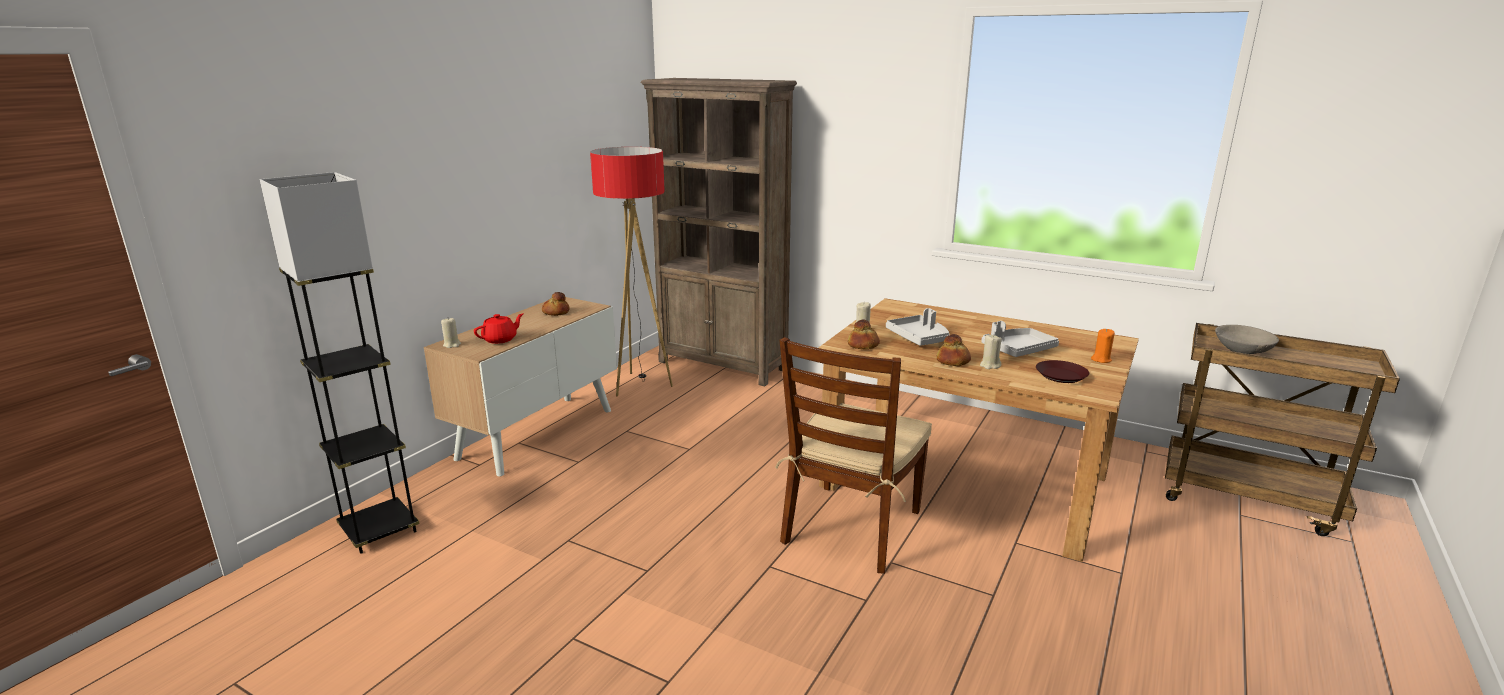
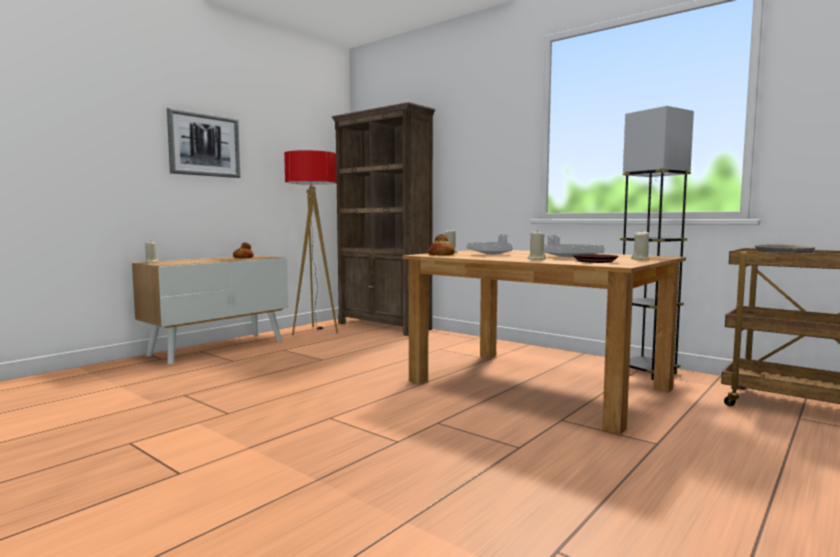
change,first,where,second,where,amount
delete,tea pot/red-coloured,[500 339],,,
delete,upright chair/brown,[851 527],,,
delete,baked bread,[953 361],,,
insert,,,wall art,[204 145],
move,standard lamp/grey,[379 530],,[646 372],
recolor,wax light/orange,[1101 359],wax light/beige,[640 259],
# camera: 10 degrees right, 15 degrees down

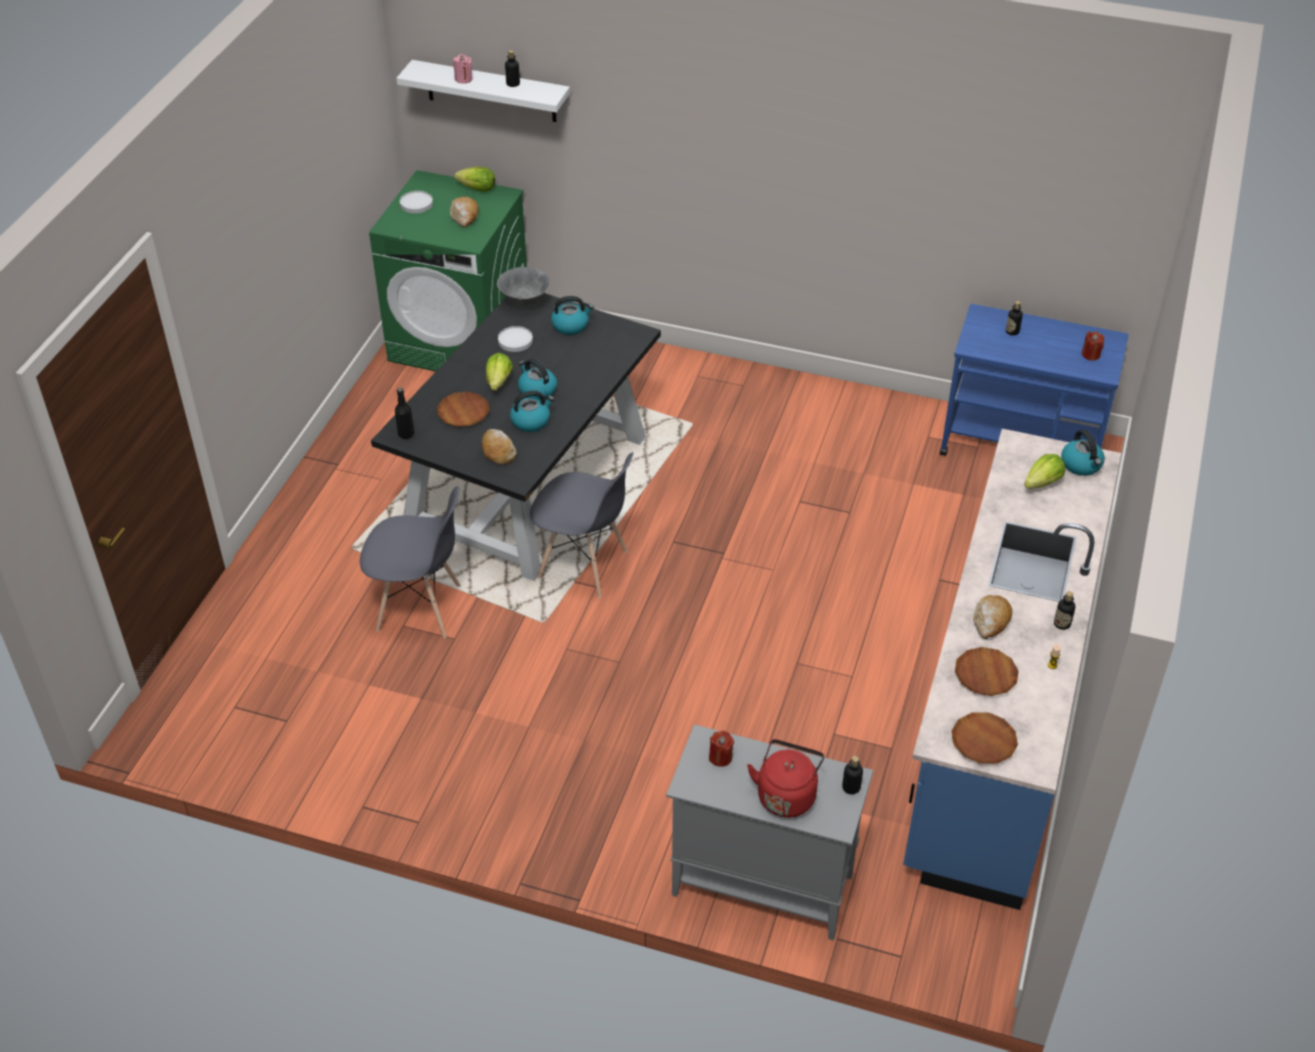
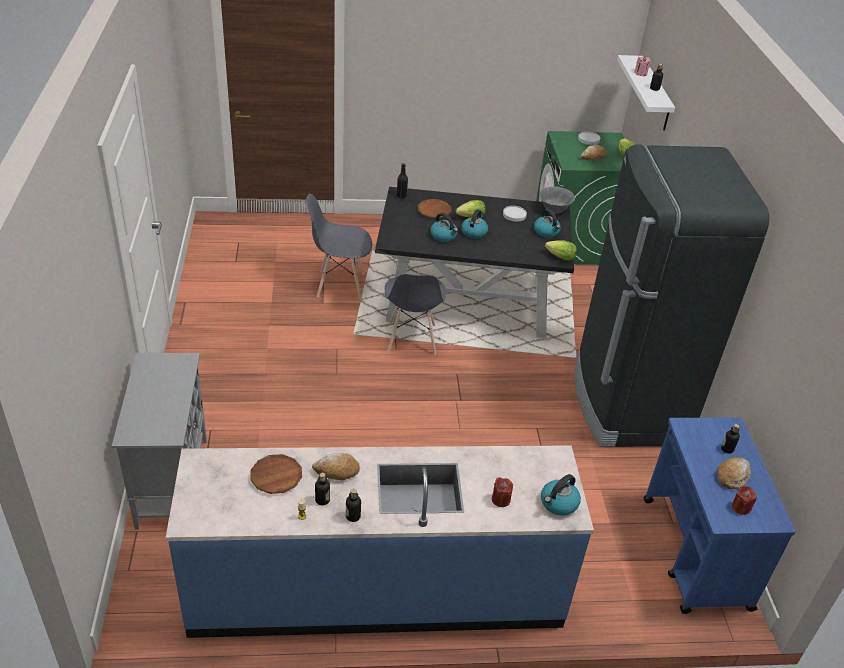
change,first,where,second,where,amount
delete,tea kettle/red-coloured,[786 794],,,
delete,flat dish/brown,[983 741],,,
insert,,,fridge/black,[627 404],
move,baked bread,[498 451],,[732 476],
move,wax light/red-coloured,[720 757],,[501 499],
move,drink bottle,[851 787],,[322 500],
move,lettuce,[1042 483],,[560 257],
rotate,upright chair/grey,[420 608],,[340 284],105 degrees clockwise
# camera: 65 degrees right, 5 degrees down

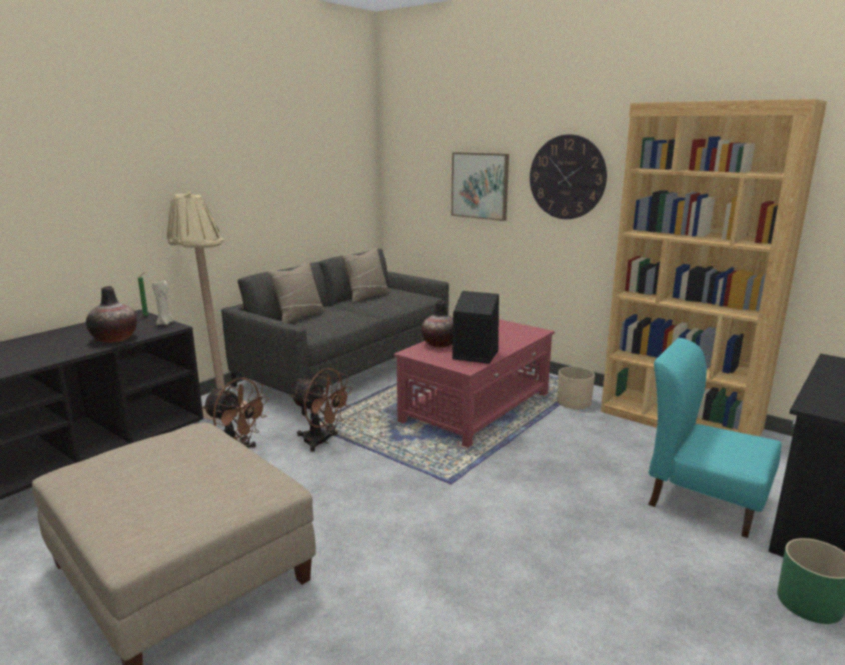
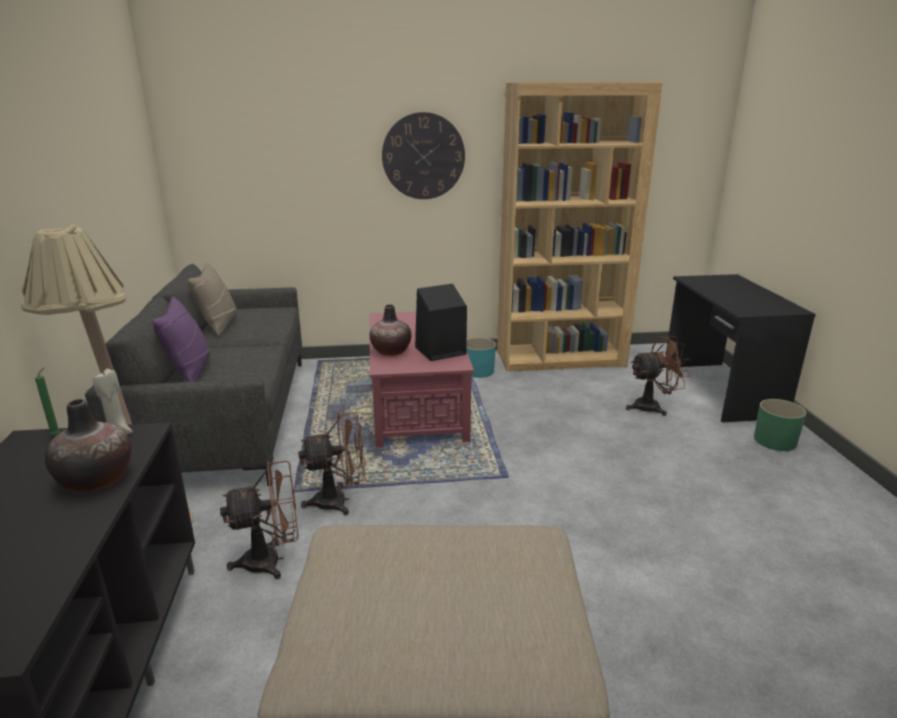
change,first,where,second,where,amount
delete,wall art,[480 185],,,
replace,upright chair/turquoise,[703 500],electric fan/brown,[653 407],
recolor,cushion/beige,[299 316],cushion/purplish,[190 370],
recolor,planter/beige,[574 402],planter/turquoise,[478 371],
# camera: 45 degrees left, 5 degrees up

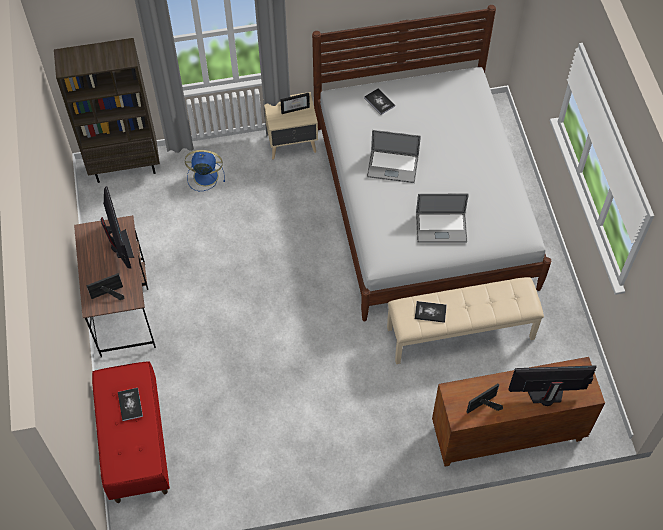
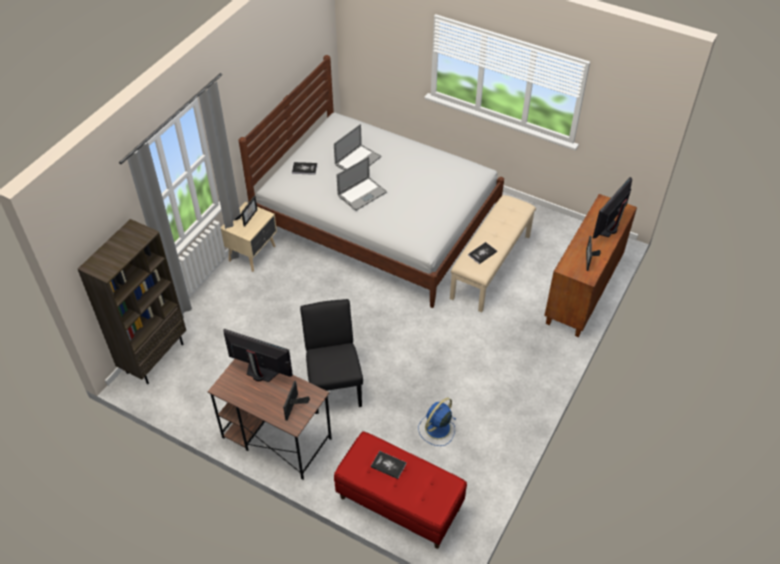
change,first,where,second,where,amount
insert,,,upright chair/black,[334 384],
move,electric fan/blue-coloured,[204 176],,[437 429],
move,laptop,[441 227],,[358 161],
# camera: 50 degrees left, 10 degrees down

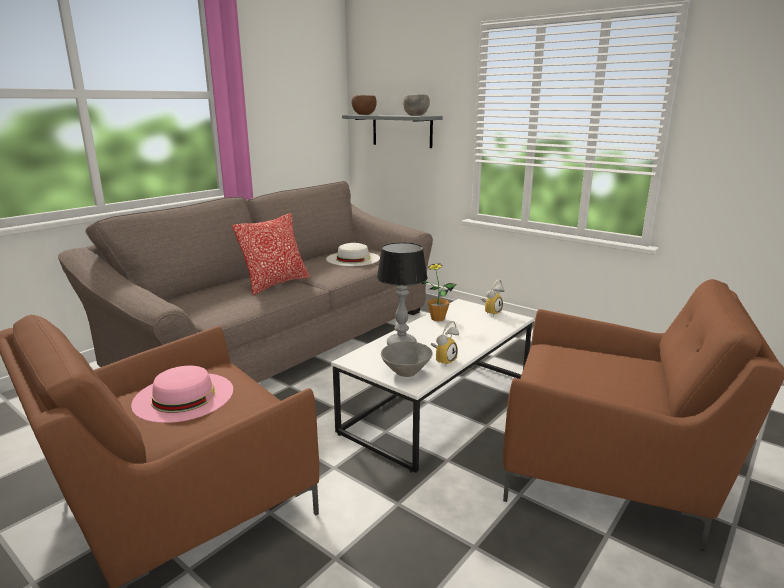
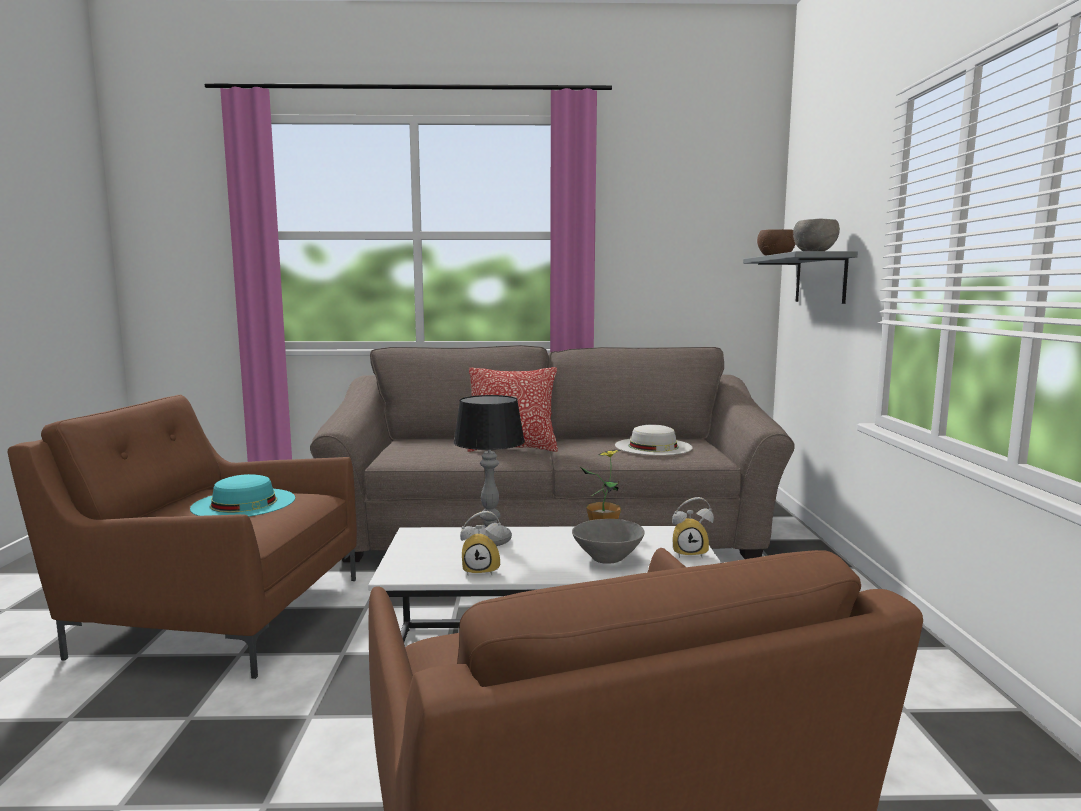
change,first,where,second,where,amount
move,deep dish/grey,[405 372],,[606 558],
recolor,wearable hat/pink,[184 396],wearable hat/turquoise,[244 503],
# camera: 50 degrees right, 10 degrees down

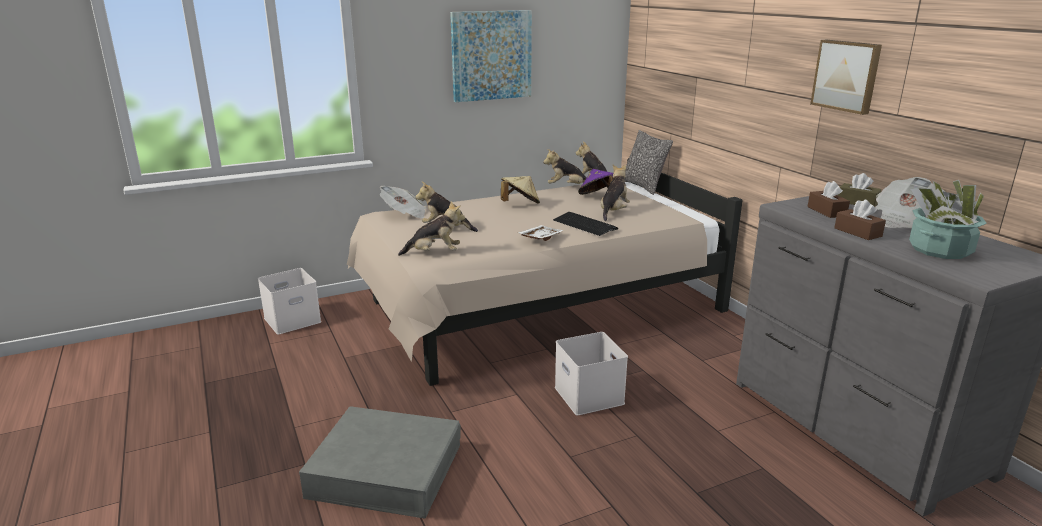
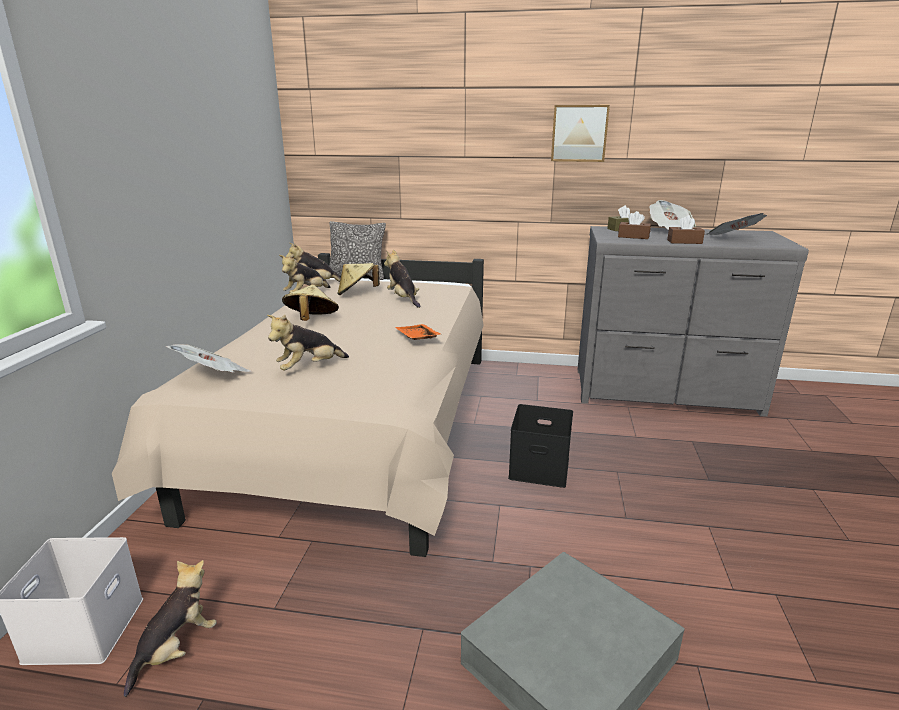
change,first,where,second,where,amount
delete,wall art,[491 55],,,
delete,PC keyboard,[584 225],,,
move,plush toy,[434 253],,[177 649],
replace,houseplant,[939 250],newspaper,[732 239],
recolor,tray/white-coloured,[540 238],tray/orange,[416 338],
recolor,storage bin/white-coloured,[587 395],storage bin/black,[538 468],
recolor,wearable hat/purplish,[598 197],wearable hat/beige,[357 293],
# camera: 55 degrees left, 0 degrees up

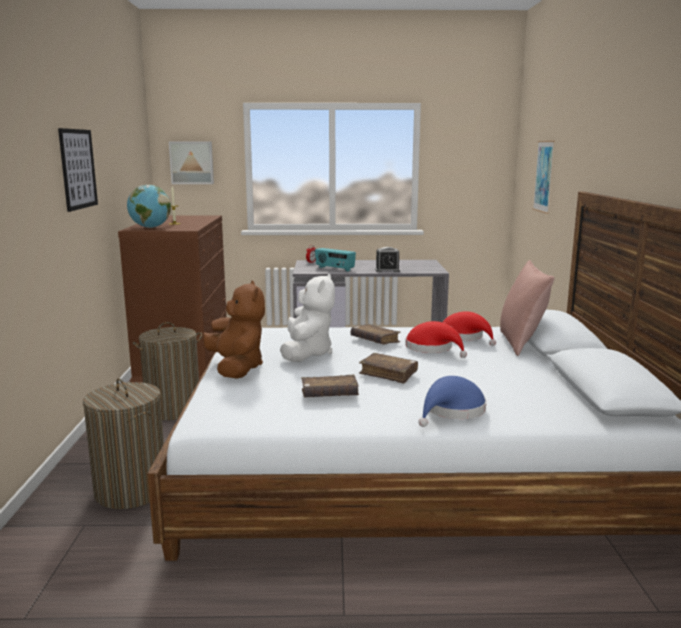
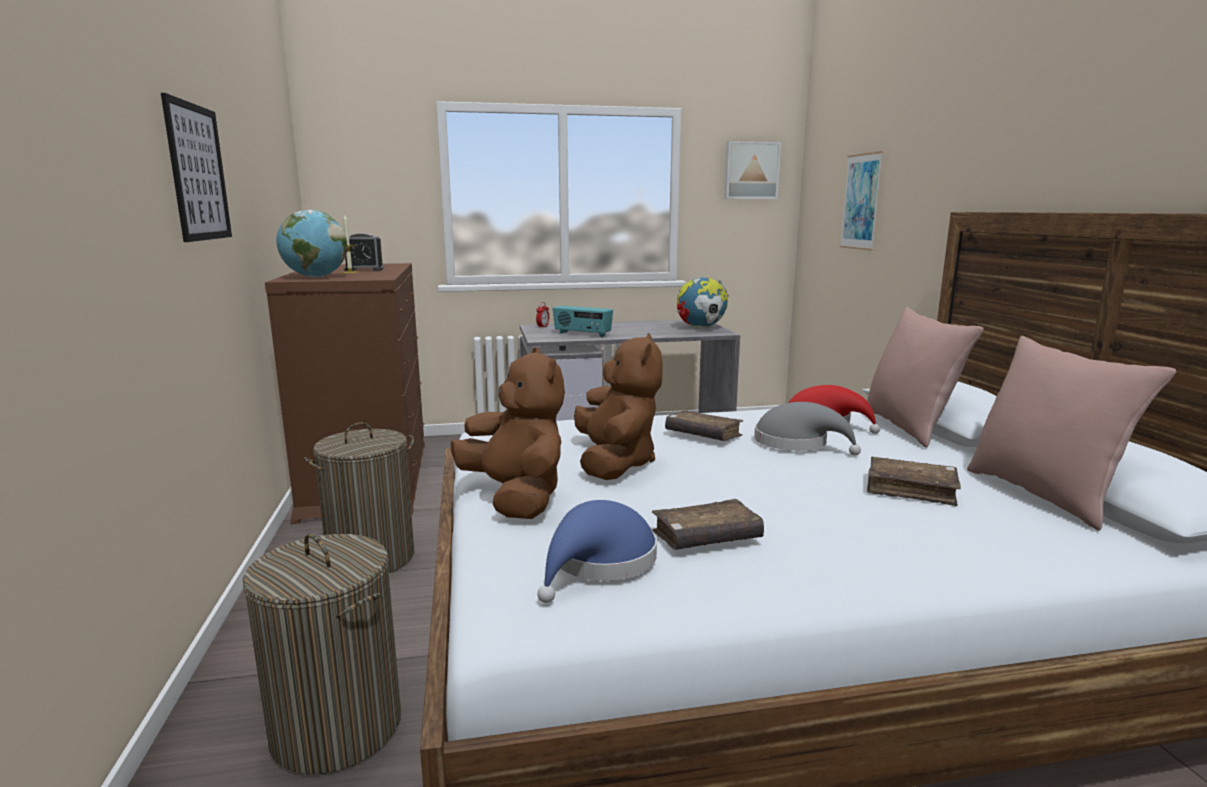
change,first,where,second,where,amount
insert,,,world globe,[701 328],
insert,,,cushion/pink,[1044 495],
move,wall art,[192 162],,[751 170],
move,book/brown,[388 374],,[910 490],
move,alarm clock,[387 270],,[364 269],
move,wearable hat/blue-coloured,[452 411],,[599 562],
recolor,plush toy/white-coloured,[307 353],plush toy/brown,[615 463],
recolor,wearable hat/red-coloured,[432 348],wearable hat/grey,[797 443],
# camera: 10 degrees left, 0 degrees up

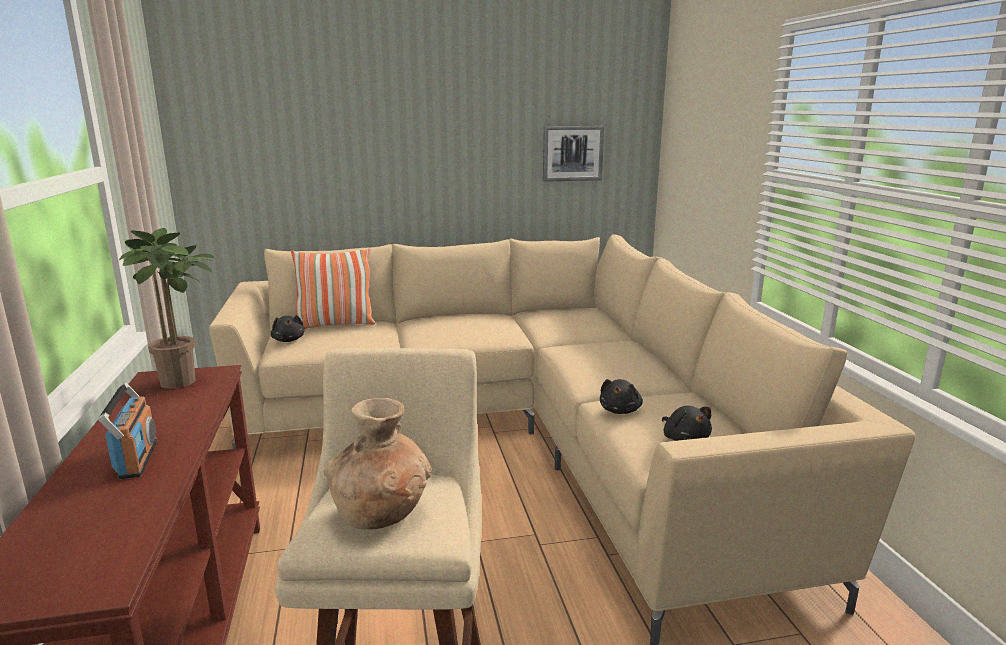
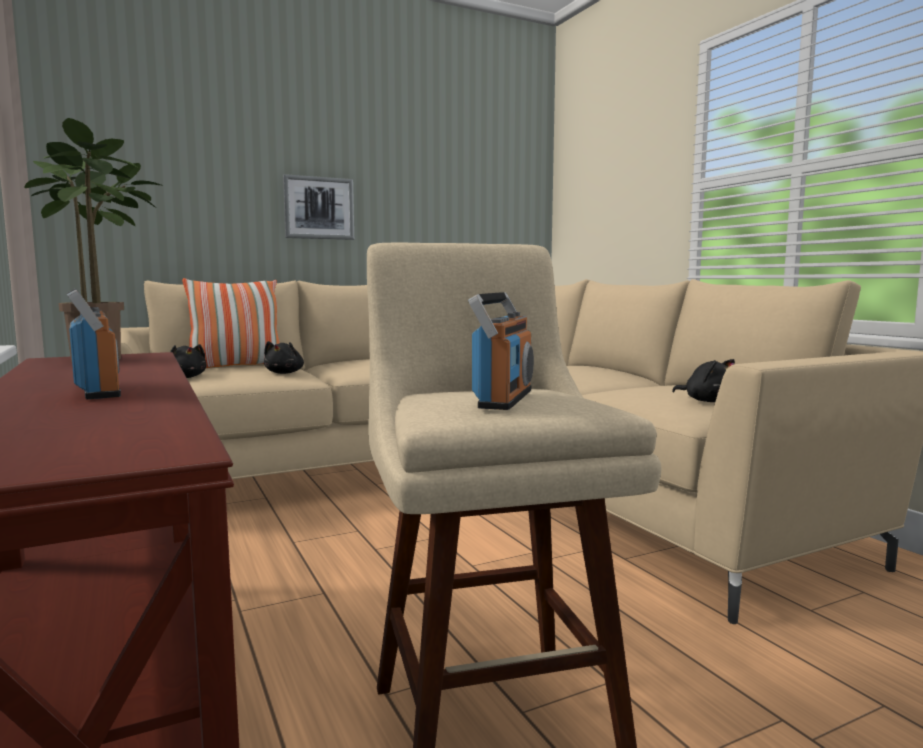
change,first,where,second,where,amount
move,wall art,[572 153],,[318 208],
move,plush toy/black,[620 410],,[285 373],
replace,vase/brown,[382 512],radio receiver,[504 399],
# camera: 15 degrees left, 10 degrees down

